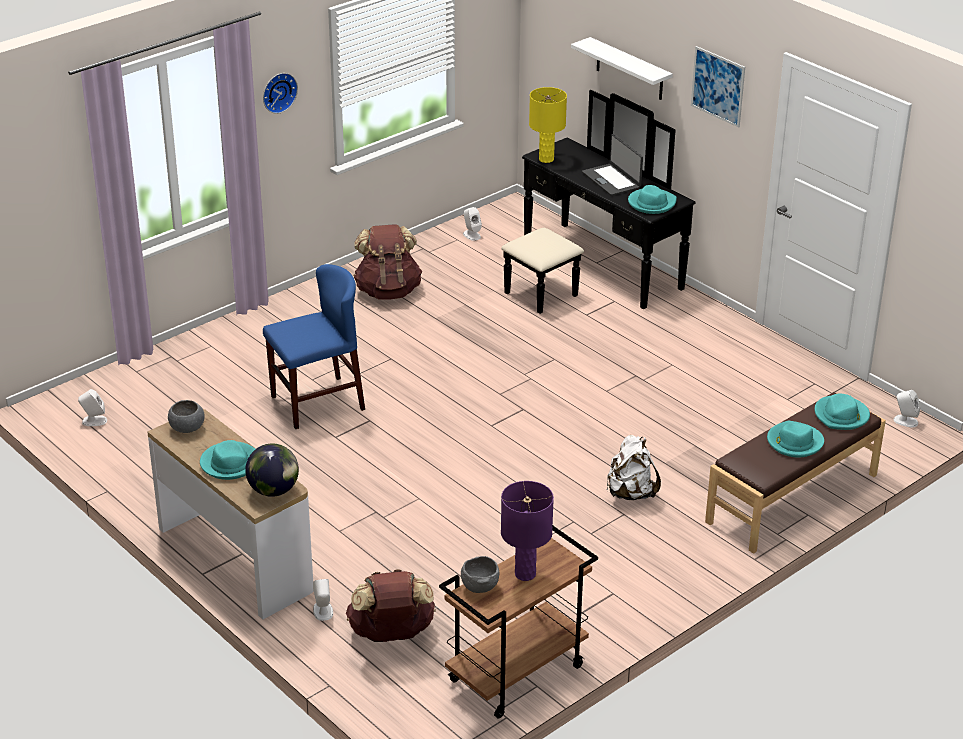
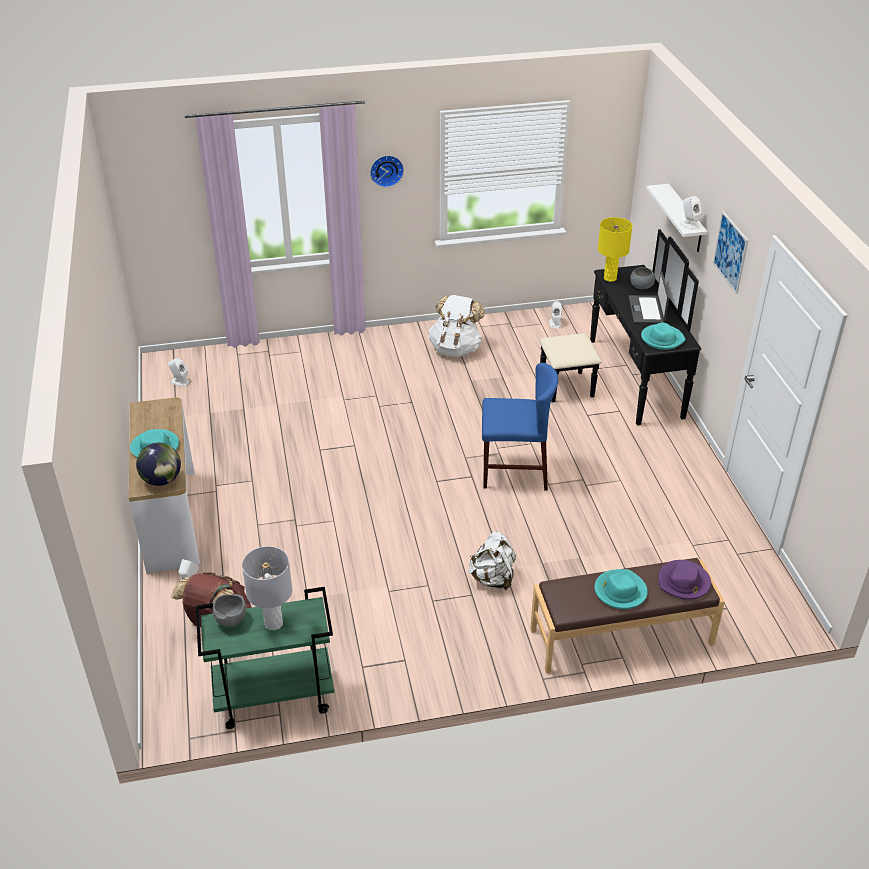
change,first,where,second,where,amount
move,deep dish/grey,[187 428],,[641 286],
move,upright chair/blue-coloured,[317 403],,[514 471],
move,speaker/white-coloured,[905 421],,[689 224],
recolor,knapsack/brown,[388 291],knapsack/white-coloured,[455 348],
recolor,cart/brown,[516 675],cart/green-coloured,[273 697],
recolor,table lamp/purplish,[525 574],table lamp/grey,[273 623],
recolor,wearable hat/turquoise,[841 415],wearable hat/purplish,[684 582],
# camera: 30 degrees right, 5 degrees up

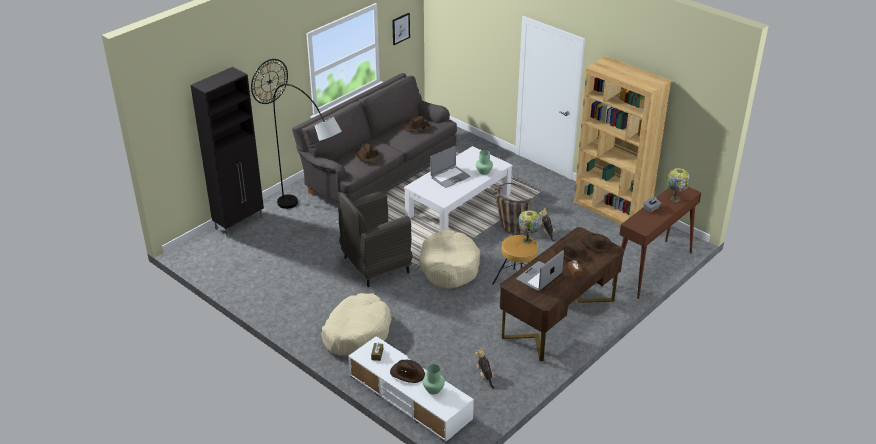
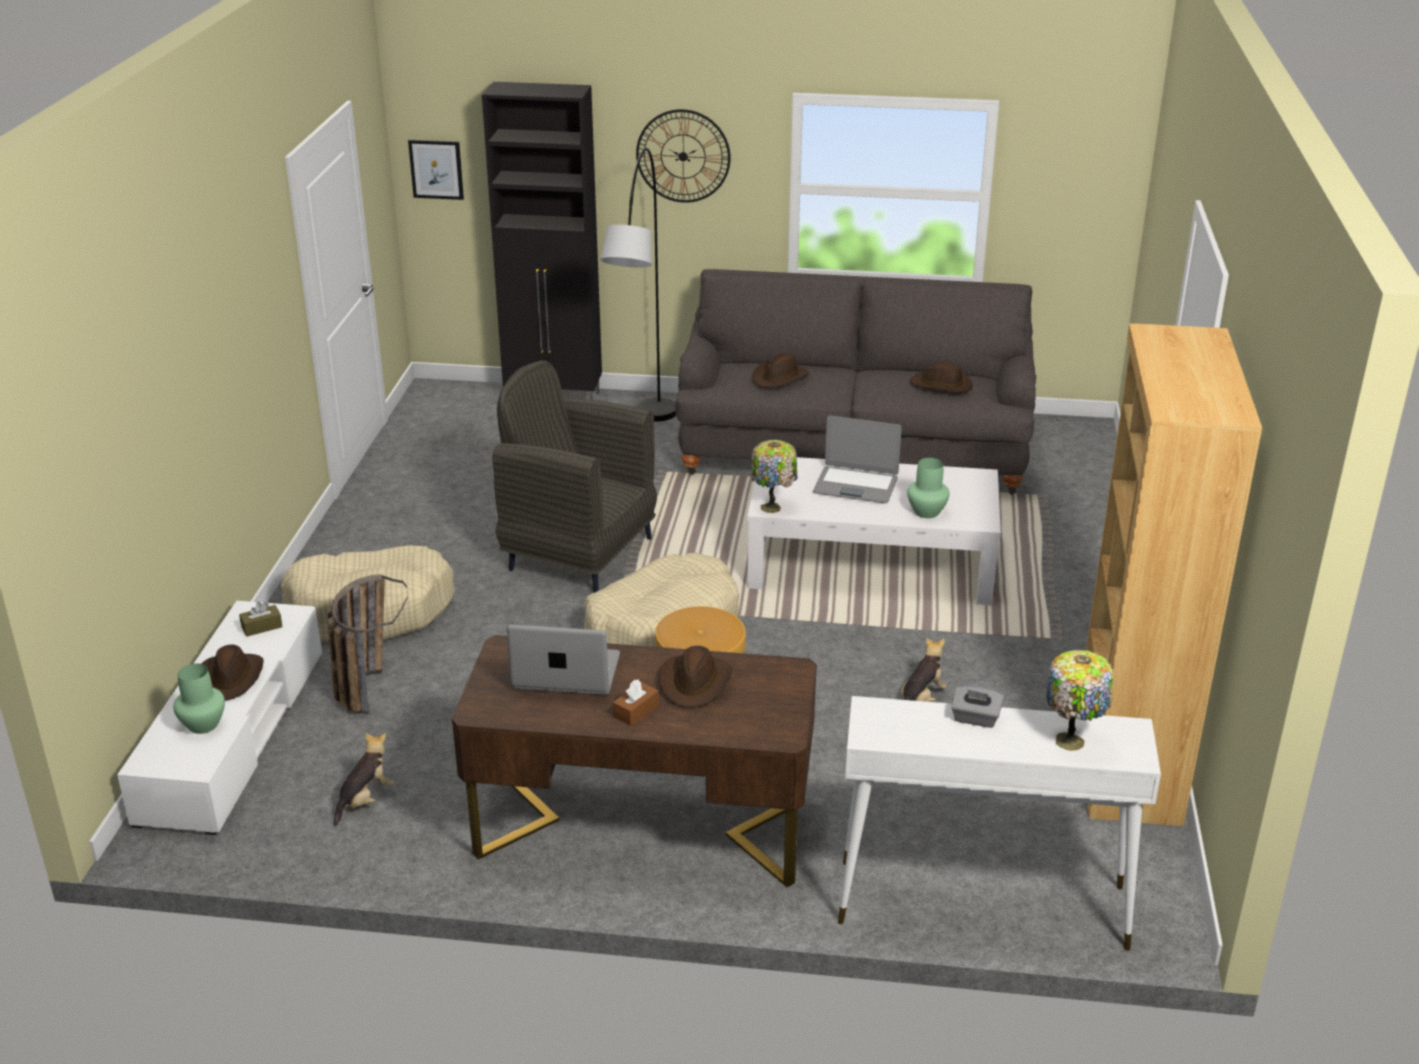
change,first,where,second,where,amount
delete,wearable hat/brown,[596 245],,,
move,wall art,[400 28],,[436 169],
move,storage basket,[508 226],,[367 683],
move,table lamp,[528 240],,[772 508],
recolor,console table/brown,[652 269],console table/white-coloured,[980 904],
# camera: 55 degrees right, 5 degrees down

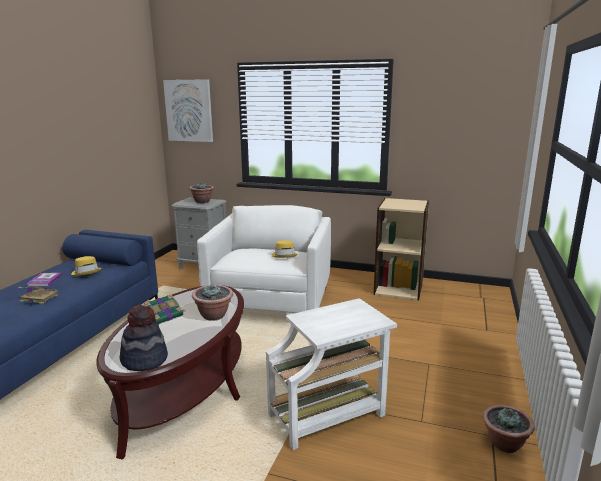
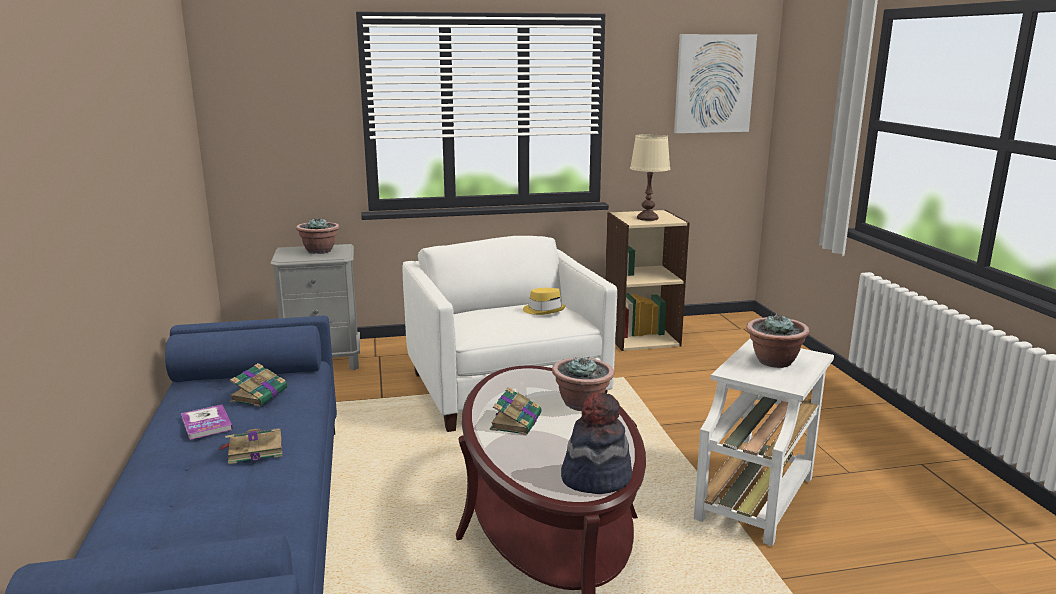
change,first,where,second,where,amount
insert,,,table lamp/beige,[647 218],
move,wall art,[189 110],,[713 84],
move,houseplant,[504 444],,[774 361],
replace,wearable hat/yellow,[86 272],book,[260 394],
# camera: 30 degrees left, 0 degrees up

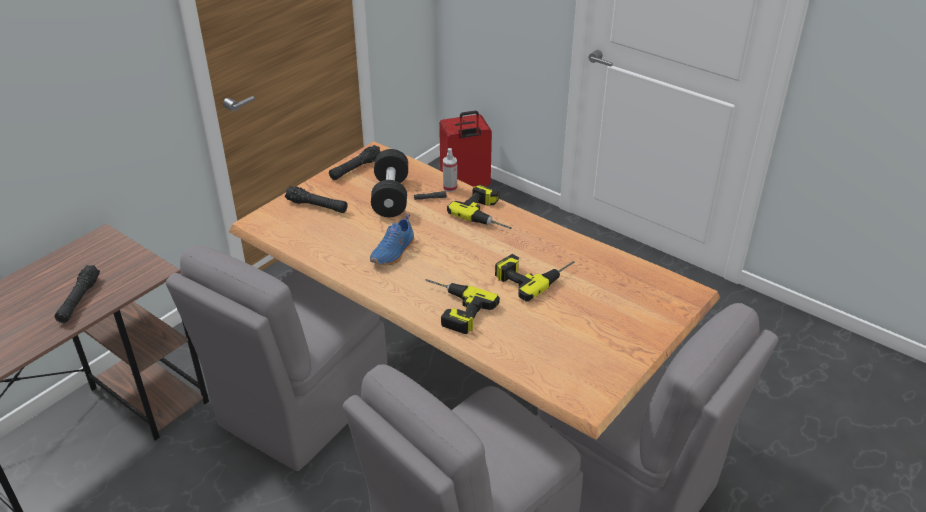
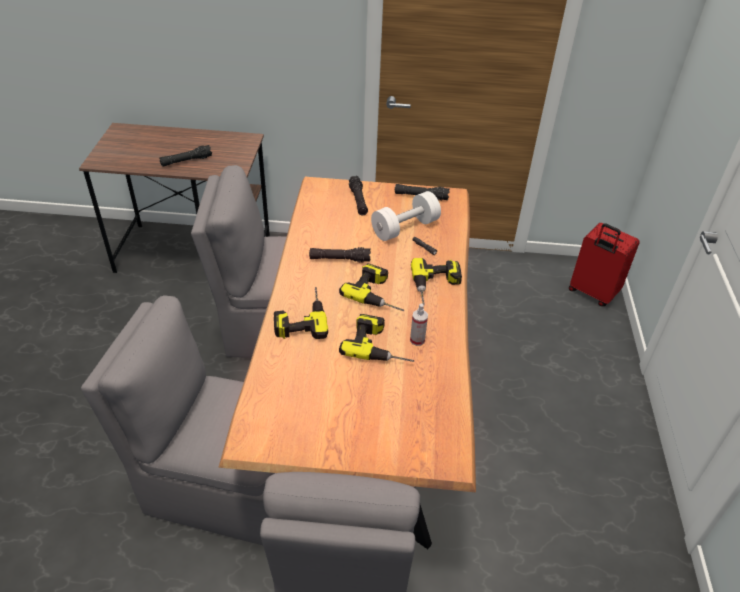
change,first,where,second,where,amount
insert,,,drill,[379 293],
move,hand sprayer,[450 188],,[417 340],
replace,shoe/blue-coloured,[394 253],hand torch/black,[339 259],
recolor,free weight/black,[391 197],free weight/white-coloured,[405 228],
# camera: 55 degrees right, 5 degrees up

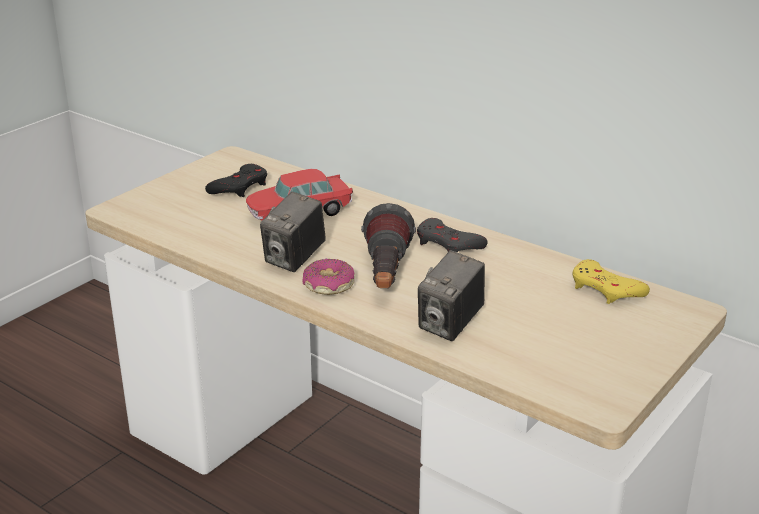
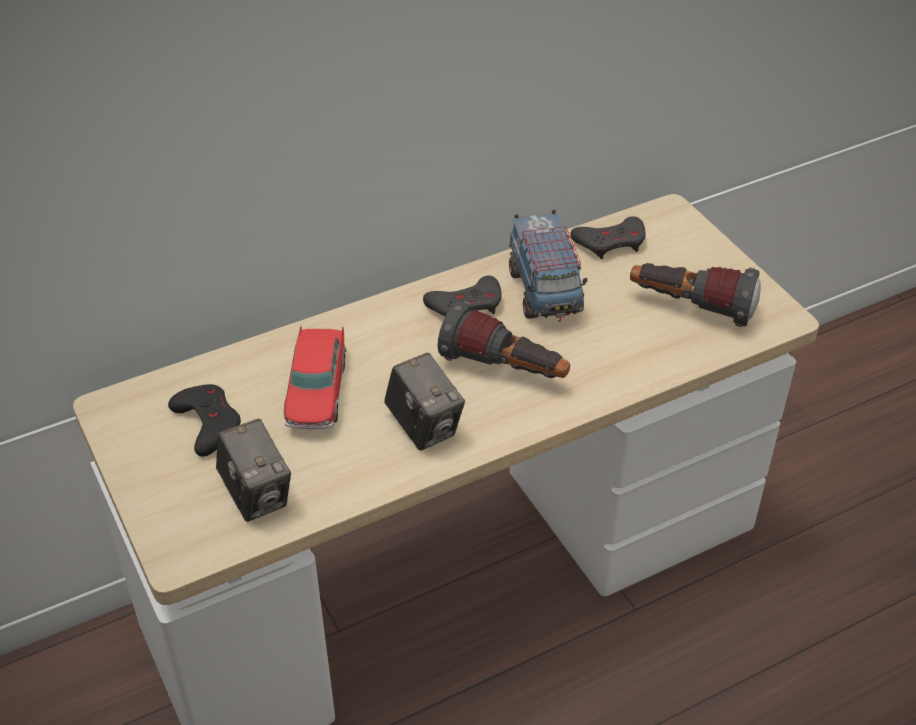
change,first,where,second,where,amount
delete,doughnut,[328 285],,,
insert,,,model truck,[545 292],
insert,,,hand torch,[690 308],
move,photo camera,[450 325],,[257 495],
recolor,game controller/yellow,[605 289],game controller/grey,[611 242],
# camera: 65 degrees left, 15 degrees up

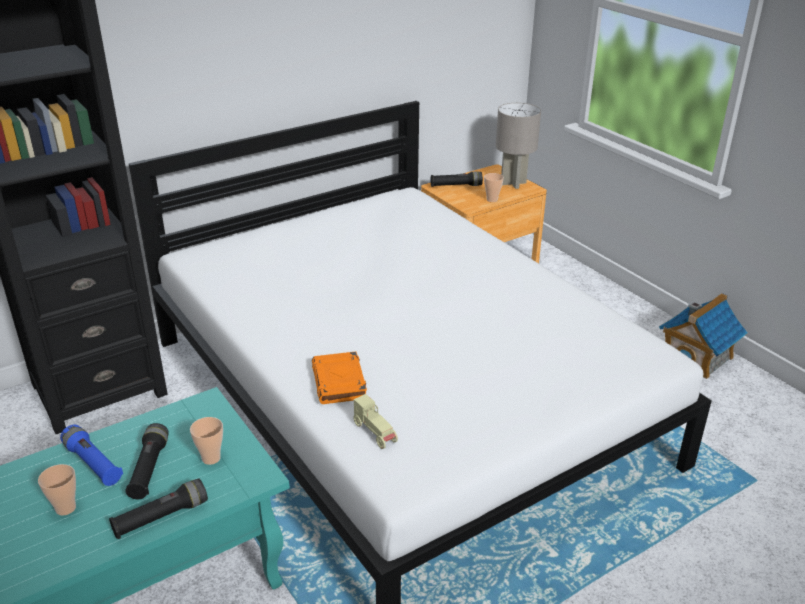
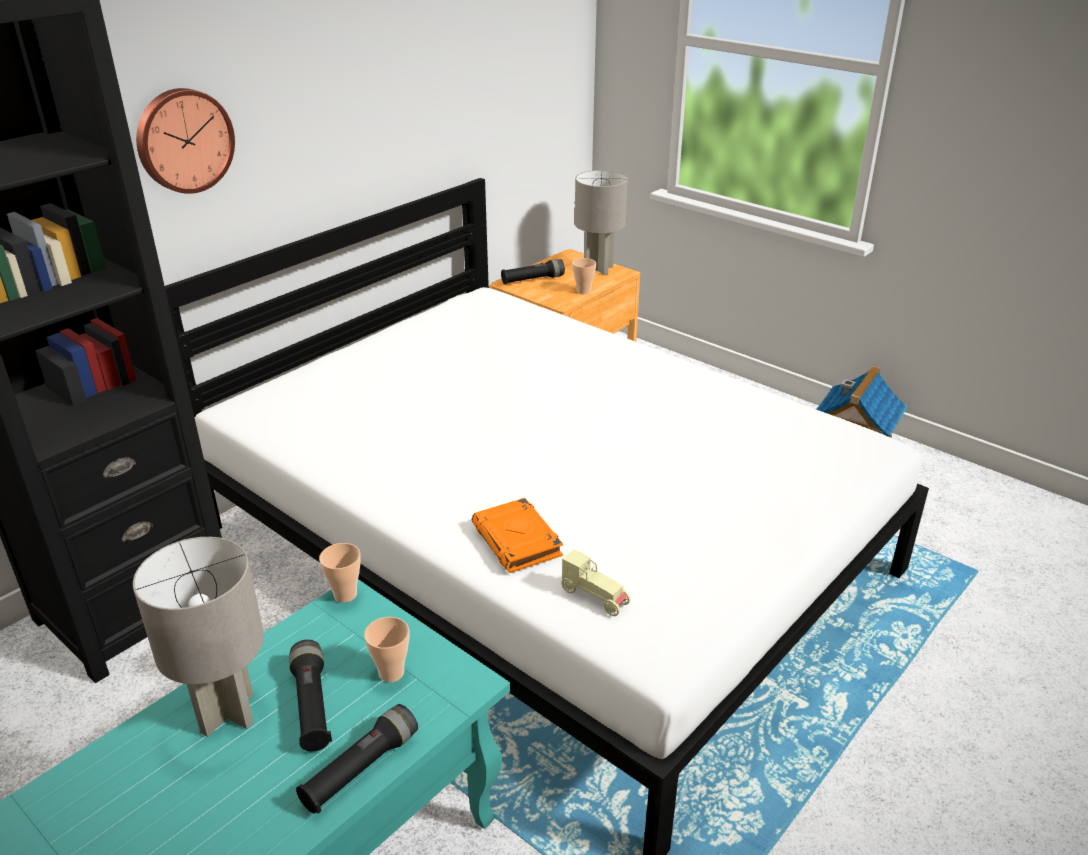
change,first,where,second,where,amount
insert,,,clock on the wall,[183 140],
move,cup,[65 508],,[345 595],
replace,hand torch/blue-coloured,[93 463],table lamp/grey,[227 714],
# camera: 15 degrees left, 0 degrees up

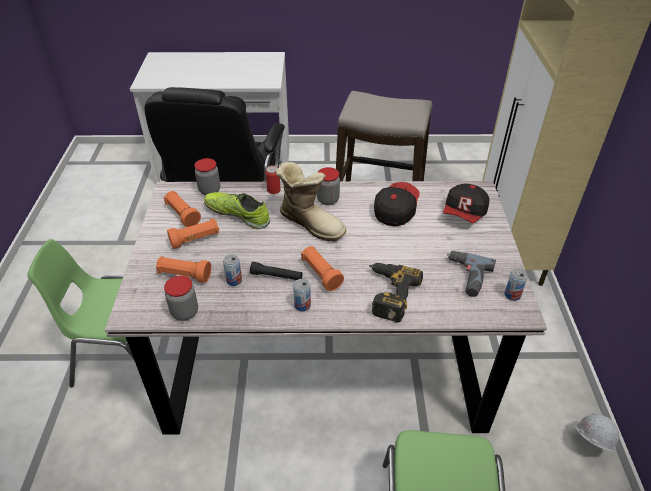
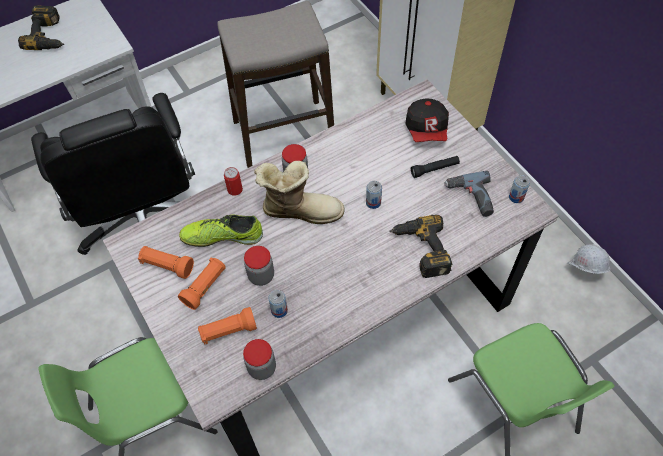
change,first,where,second,where,amount
delete,hand torch/orange,[321 274],,,
delete,cap,[395 210],,,
insert,,,drill,[49 35],
move,preserve jar,[209 190],,[261 276],
move,hand torch/black,[276 276],,[434 169],
move,can,[302 305],,[373 203],
# camera: 30 degrees left, 15 degrees up

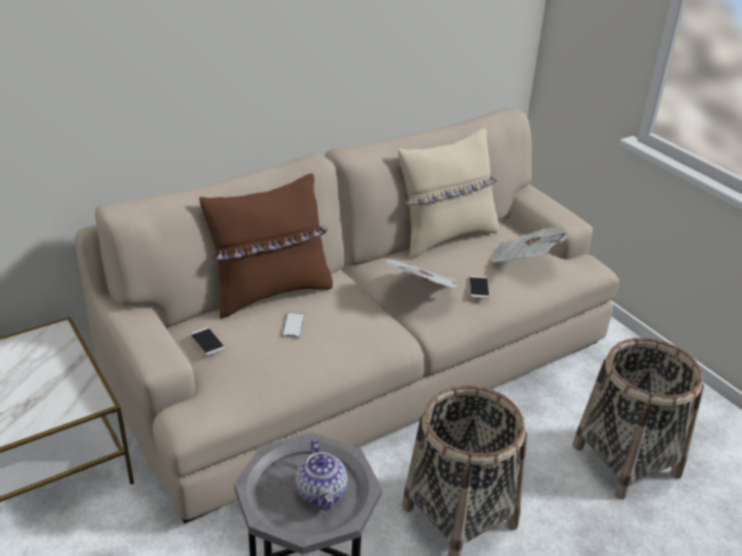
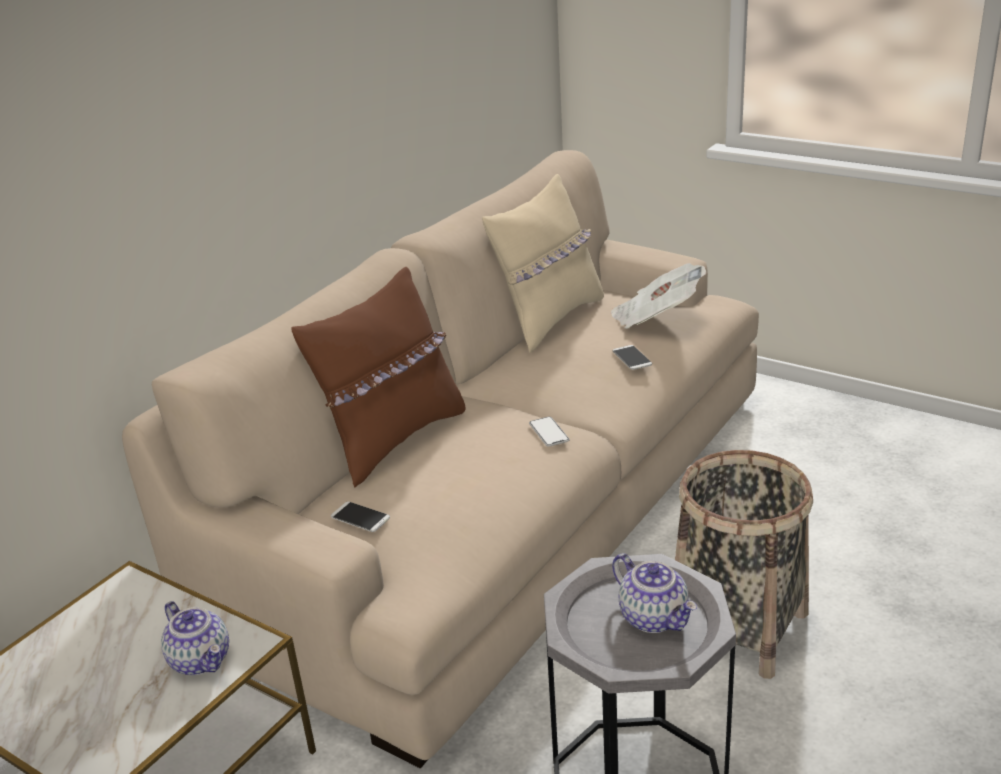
change,first,where,second,where,amount
delete,newspaper,[424 290],,,
delete,storage basket,[626 460],,,
insert,,,tea pot,[201 660],
move,phone,[293 326],,[549 432],
# camera: 20 degrees left, 5 degrees down

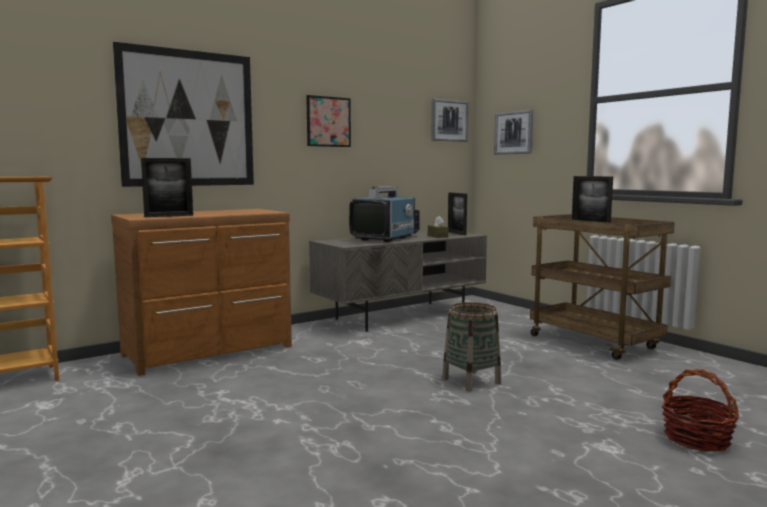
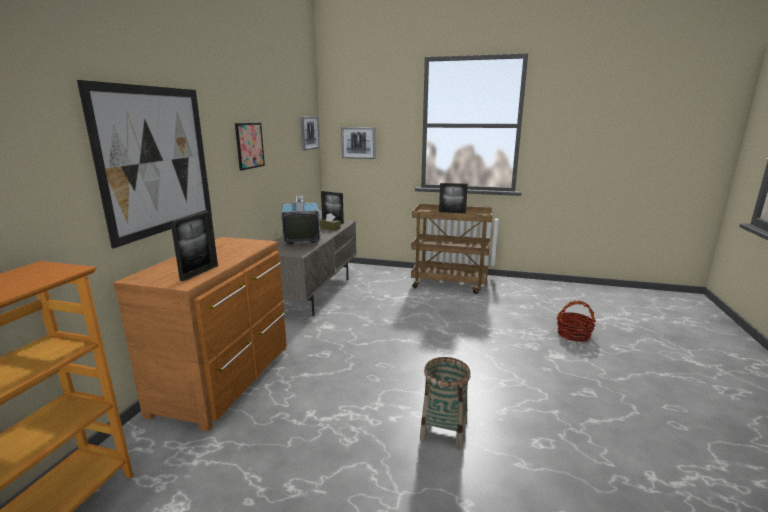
change,first,where,second,where,amount
move,storage basket,[471 381],,[443 430],
# camera: 40 degrees left, 10 degrees up

